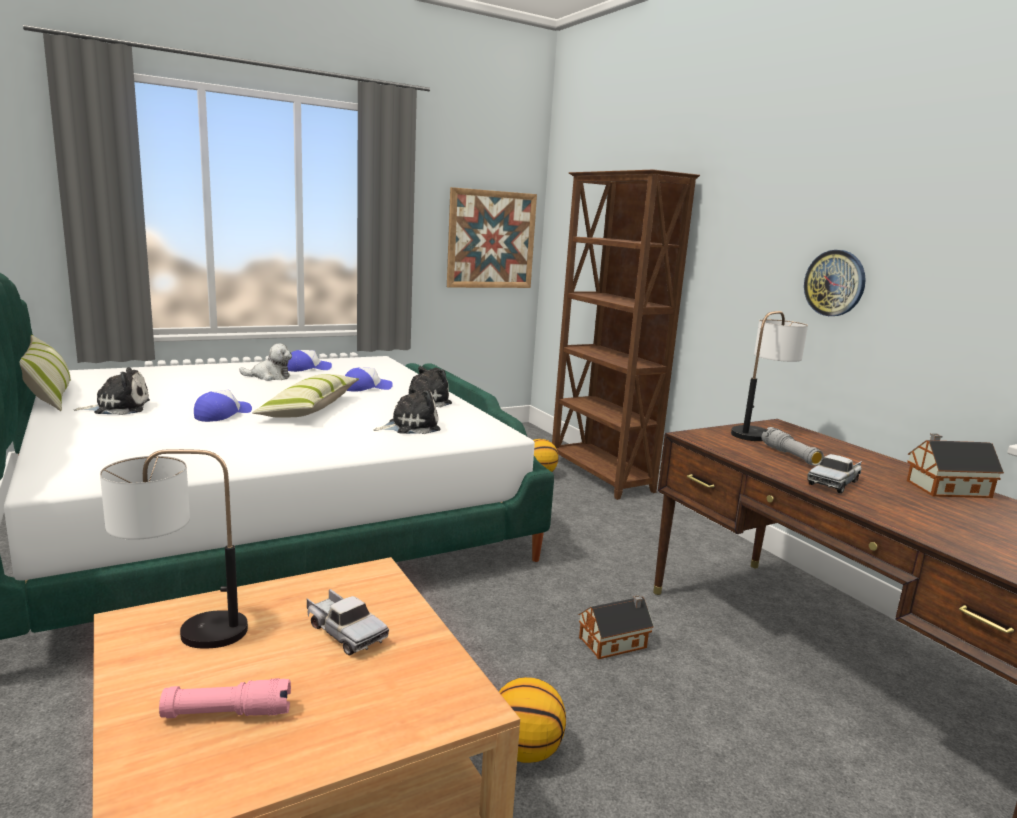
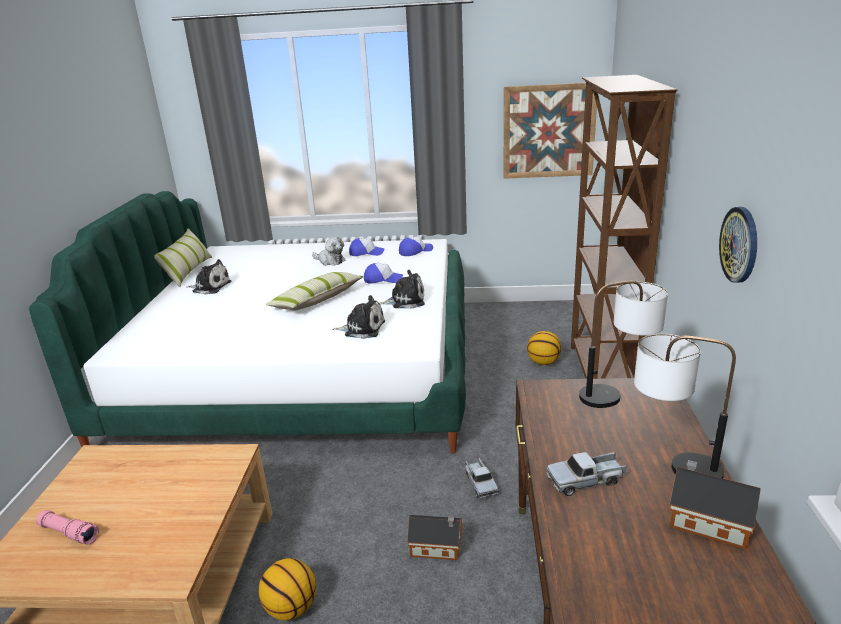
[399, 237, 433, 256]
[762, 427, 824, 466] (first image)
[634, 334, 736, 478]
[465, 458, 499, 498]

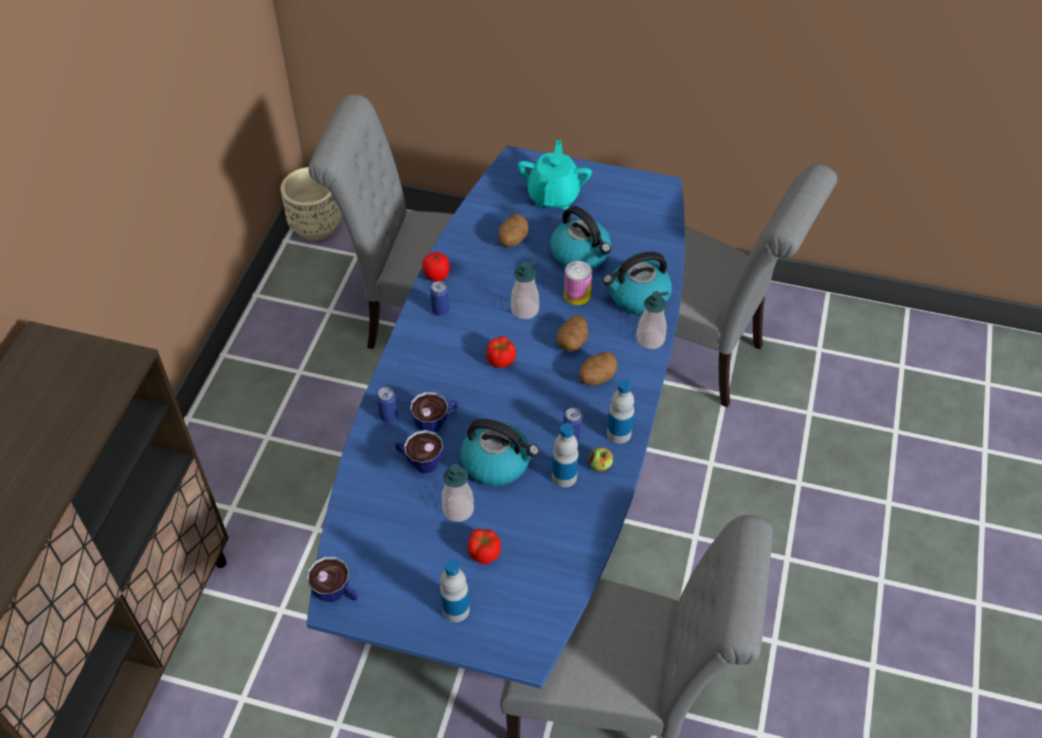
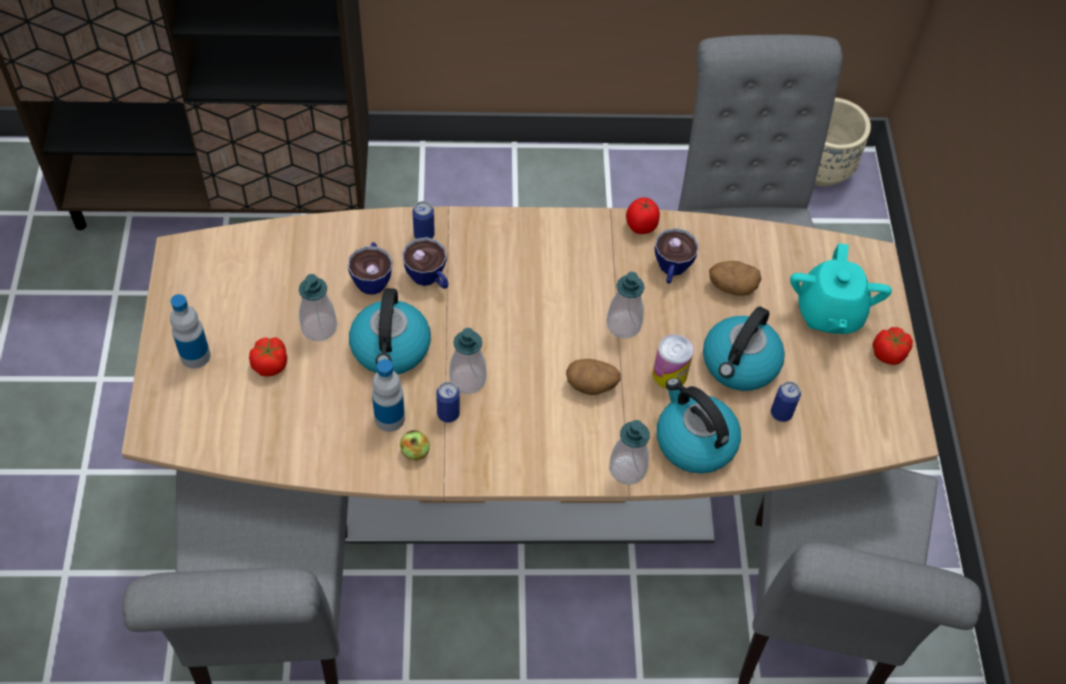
[790, 243, 892, 334]
[122, 206, 939, 544]
[771, 381, 801, 422]
[873, 327, 913, 365]
[579, 352, 617, 386] (first image)
[607, 379, 634, 444] (first image)
[655, 228, 699, 284]
[449, 328, 487, 394]

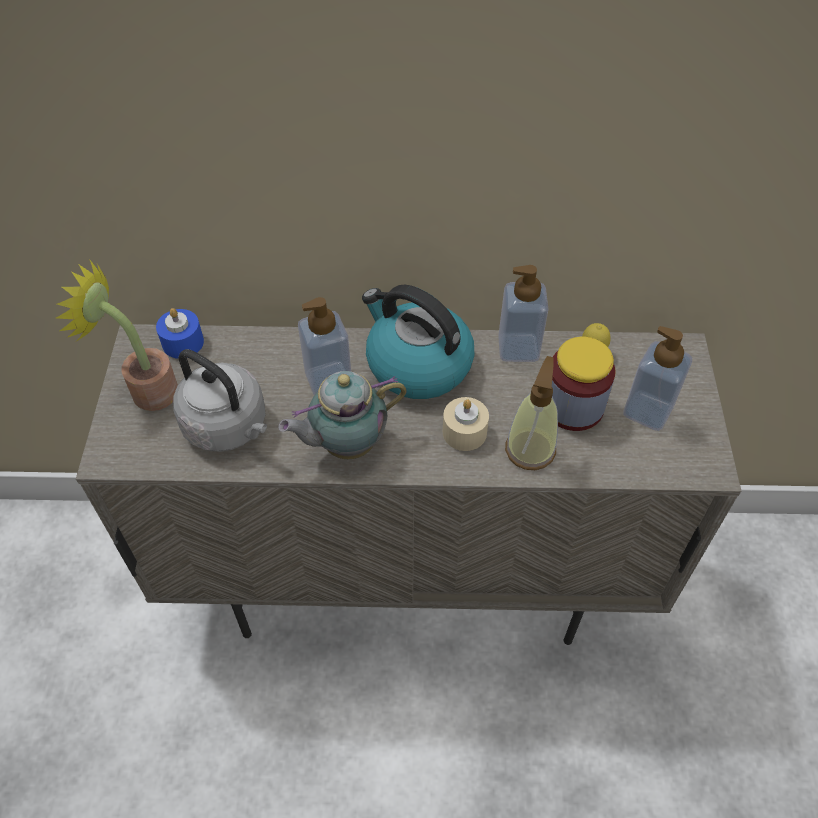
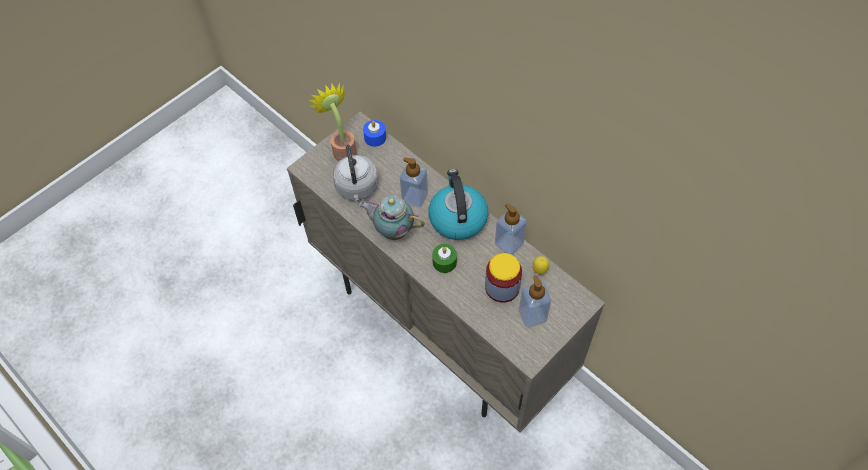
[505, 356, 558, 470] (first image)
[432, 244, 457, 273]

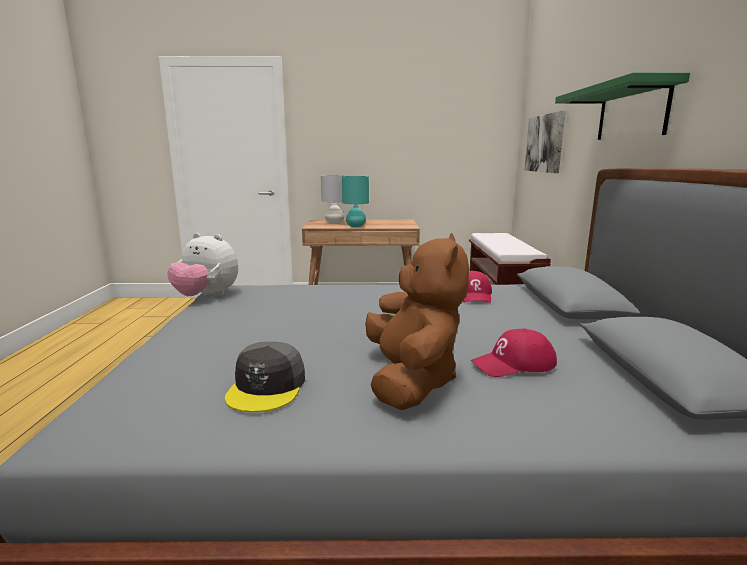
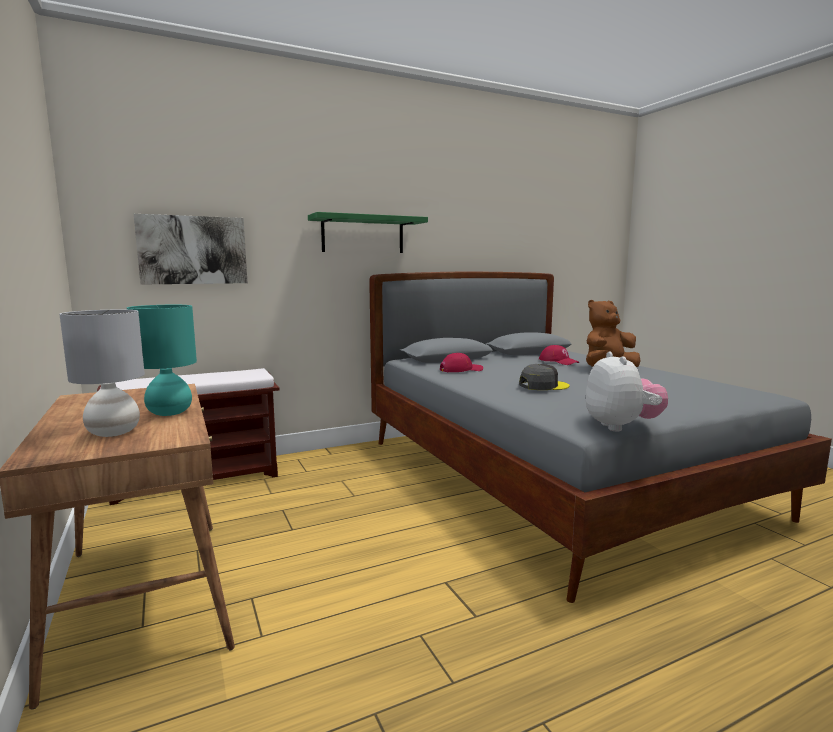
[519, 364, 570, 390]

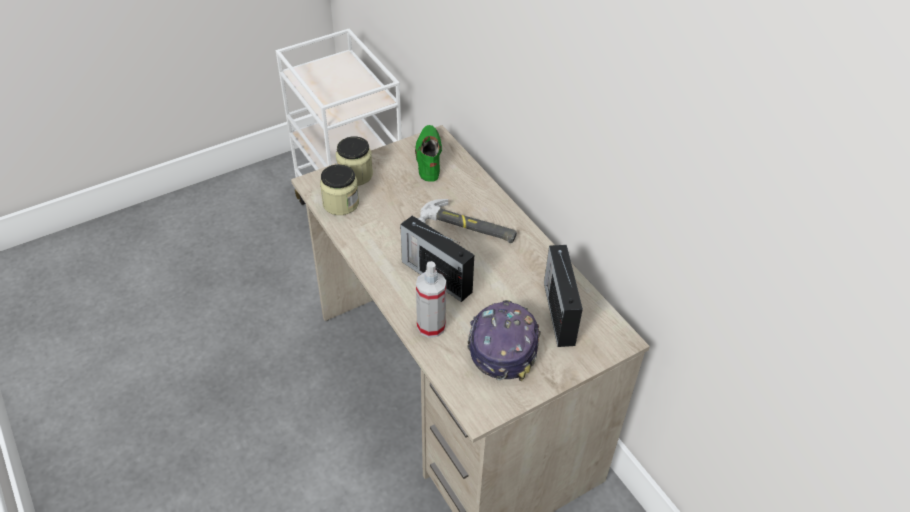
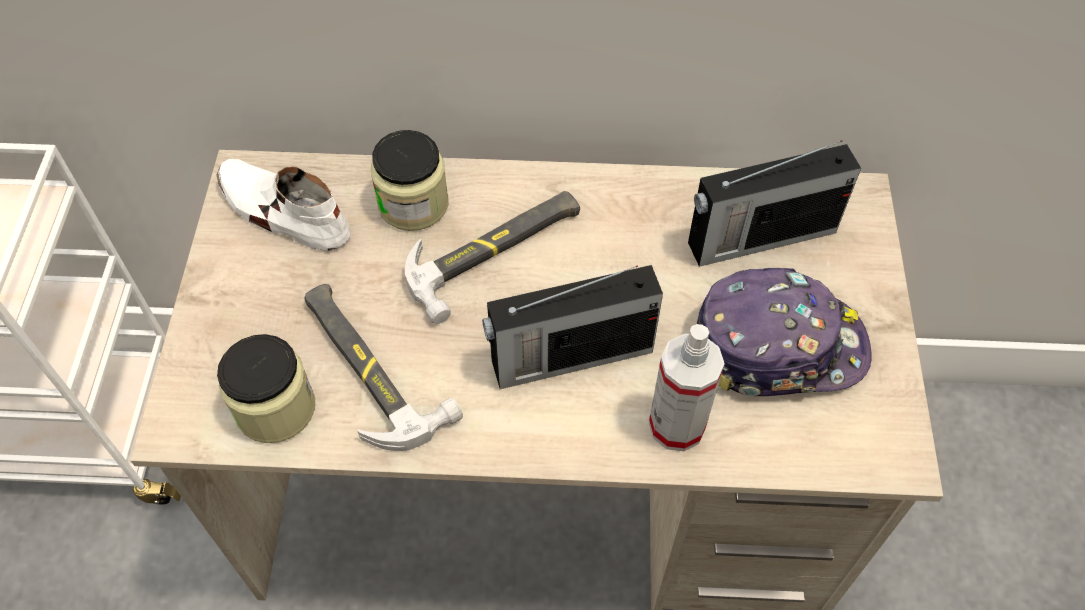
[217, 159, 351, 251]
[371, 130, 449, 231]
[688, 140, 861, 267]
[696, 268, 872, 396]
[304, 284, 463, 451]

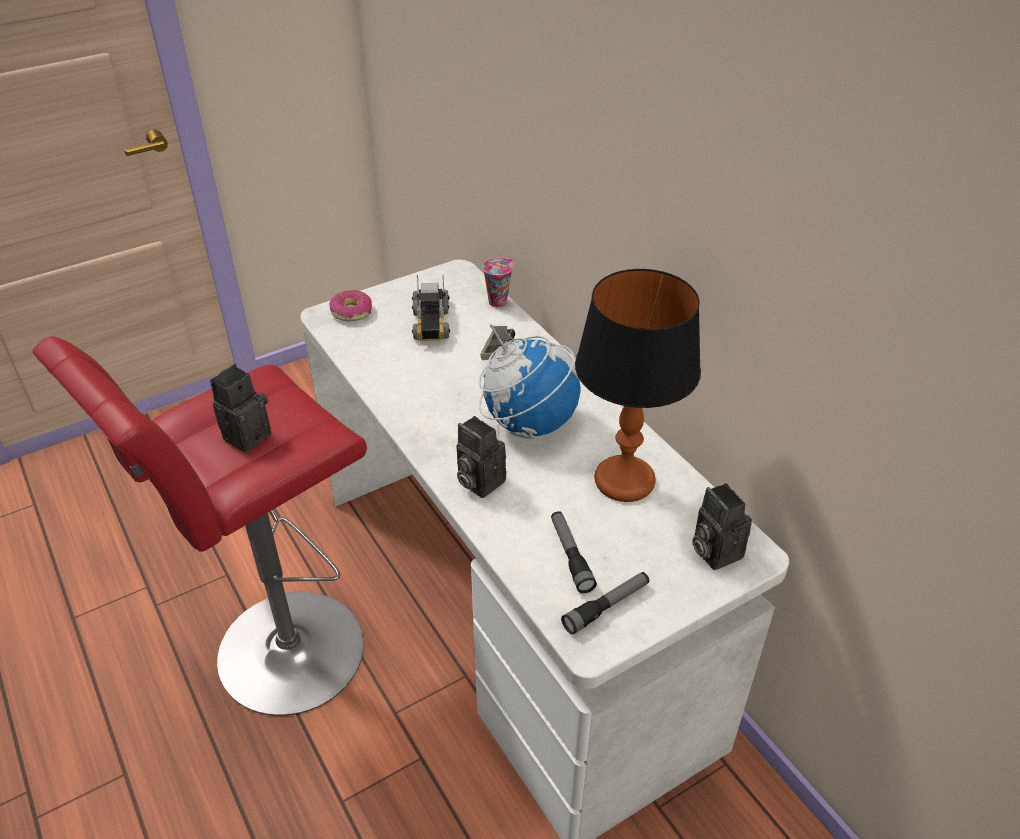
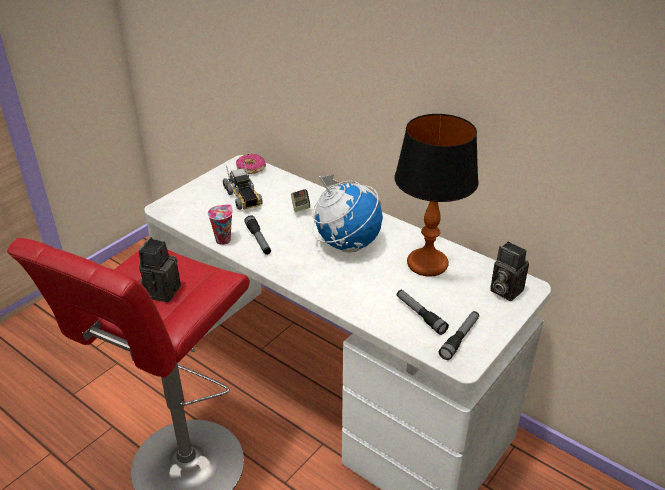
[208, 204, 233, 245]
[236, 154, 266, 174]
[456, 416, 507, 498] (first image)
[244, 215, 271, 255]

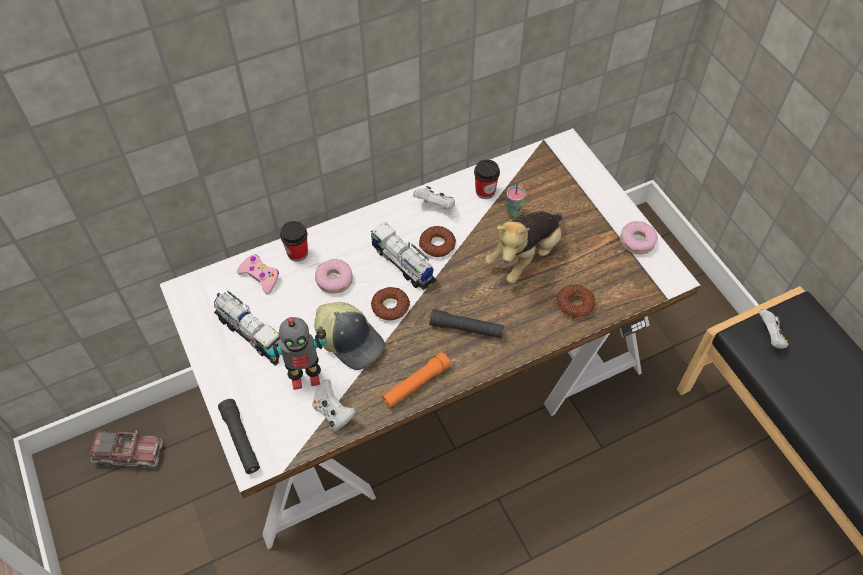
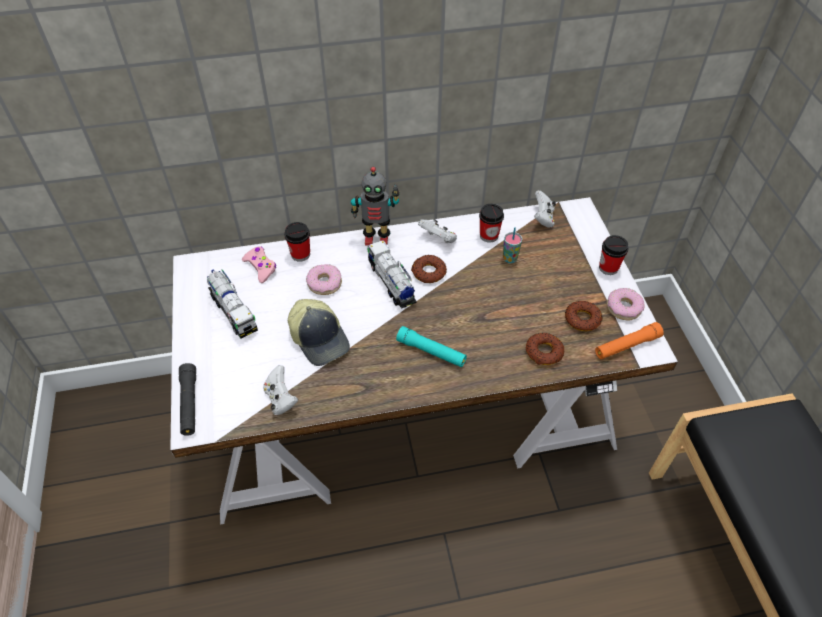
[485, 211, 563, 284] (first image)
[565, 301, 602, 331]
[396, 326, 467, 367]
[534, 190, 556, 228]
[351, 167, 400, 245]
[595, 322, 664, 359]
[90, 431, 163, 469] (first image)
[599, 235, 629, 275]

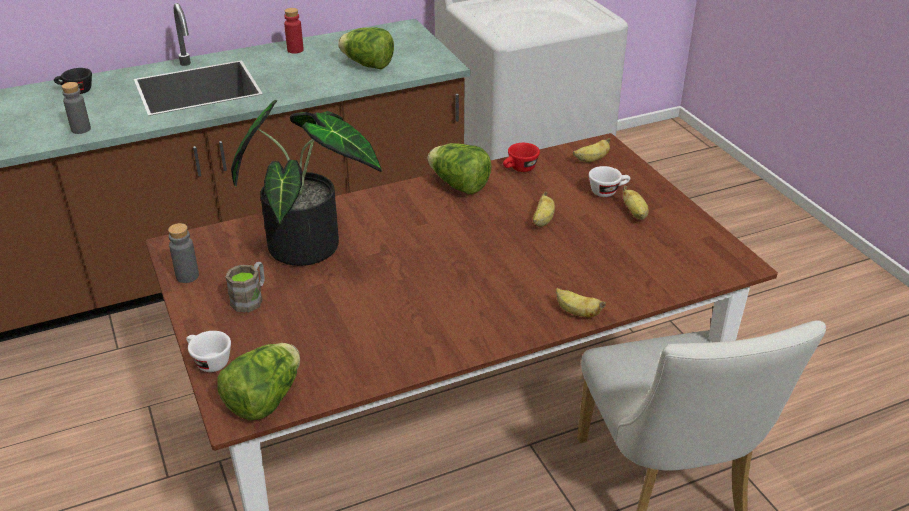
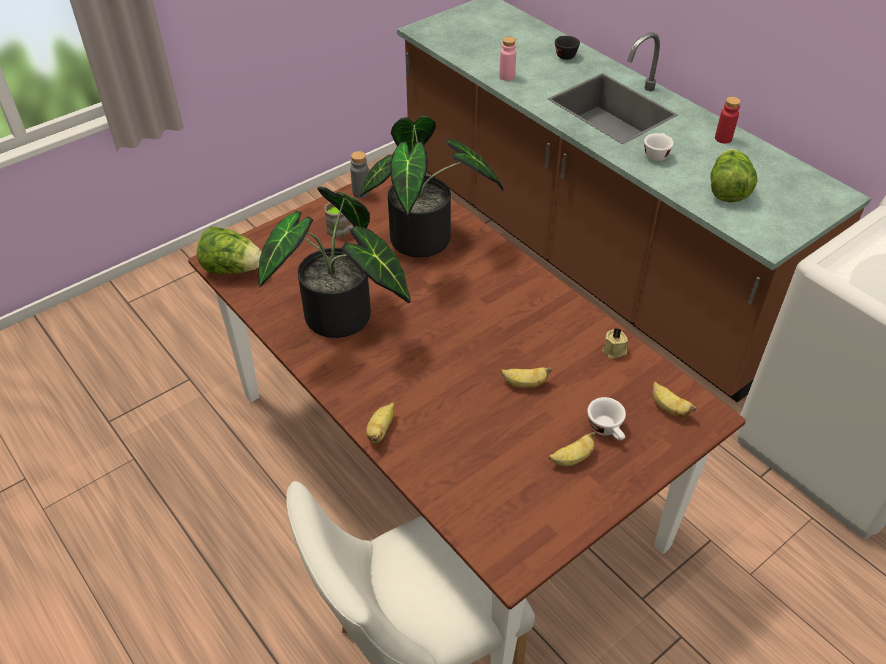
[499, 37, 516, 81]
[428, 143, 492, 194] (first image)
[602, 328, 628, 359]
[644, 133, 674, 161]
[258, 186, 411, 338]

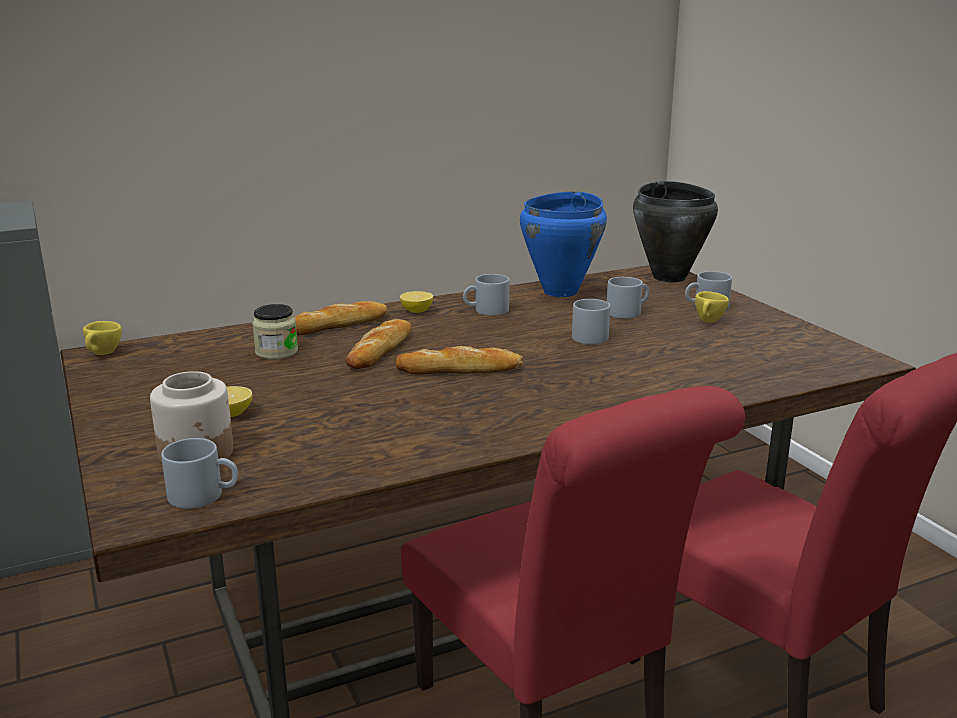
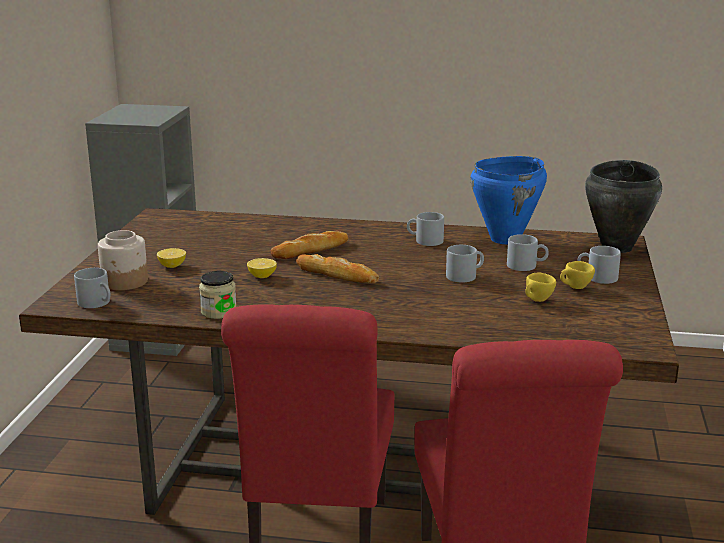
[247, 258, 277, 278]
[295, 301, 388, 335] (first image)
[199, 271, 236, 319]
[525, 273, 556, 302]

